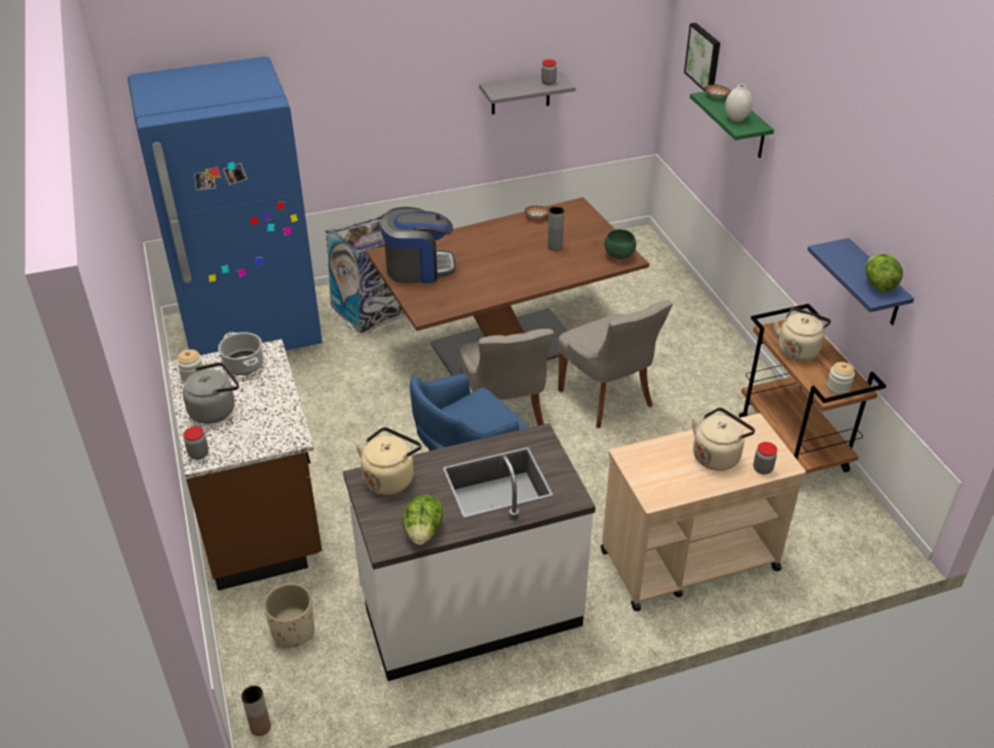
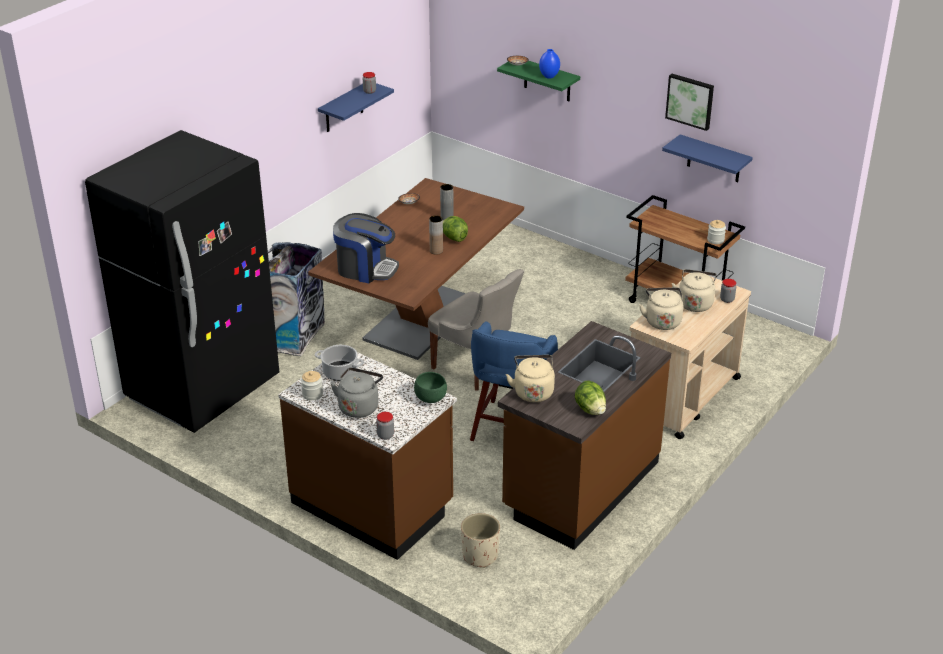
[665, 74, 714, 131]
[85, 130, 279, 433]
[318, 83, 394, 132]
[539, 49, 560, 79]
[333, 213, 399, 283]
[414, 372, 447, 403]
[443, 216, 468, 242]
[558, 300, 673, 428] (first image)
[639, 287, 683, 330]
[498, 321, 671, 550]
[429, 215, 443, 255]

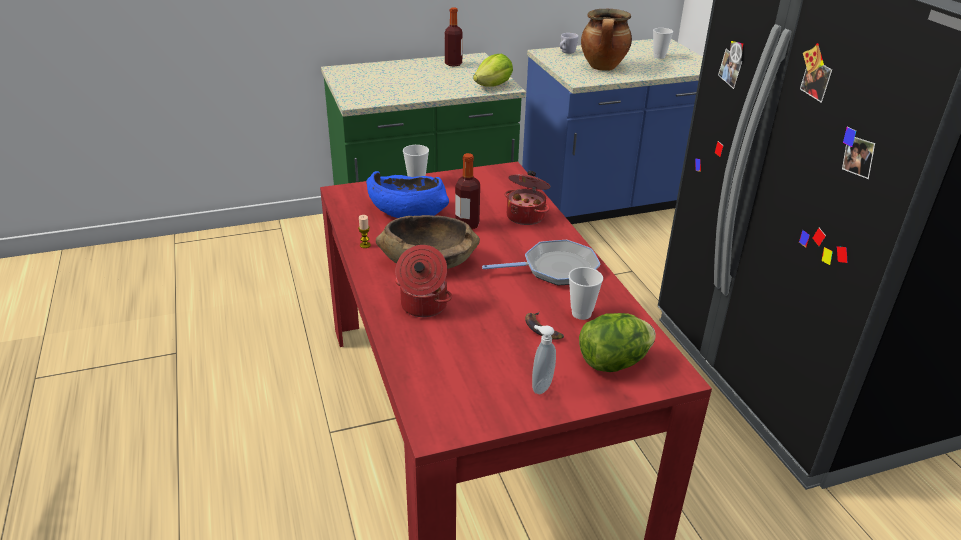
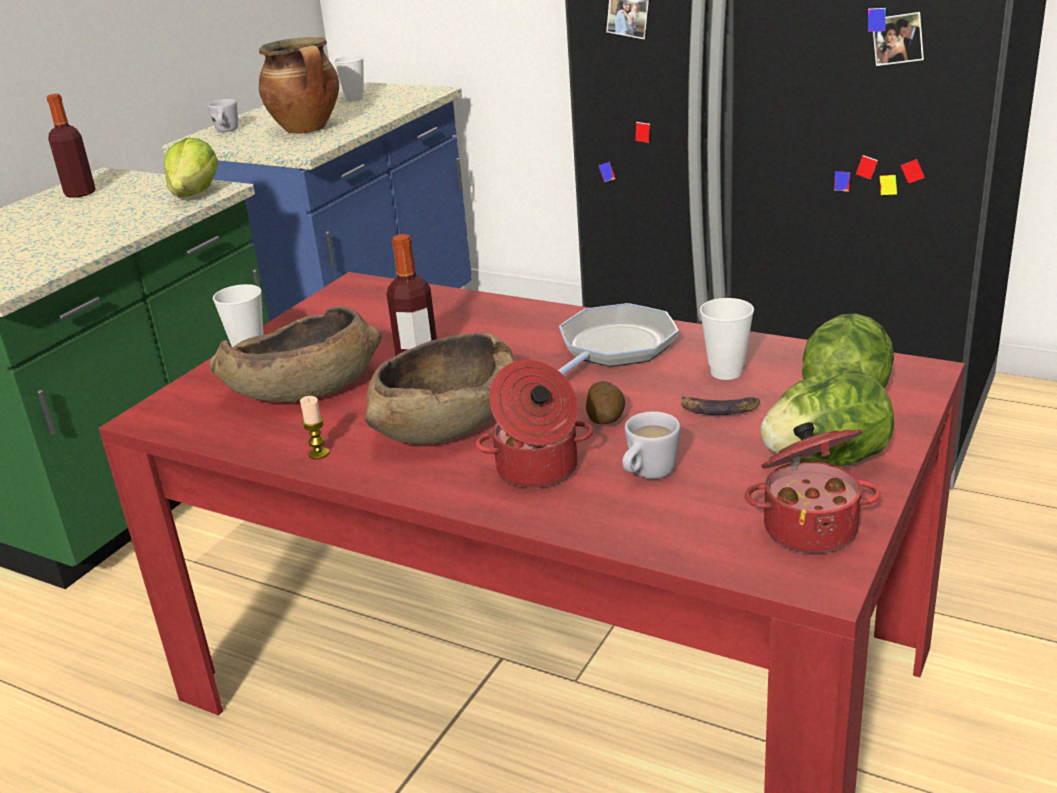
[209, 306, 381, 402]
[745, 422, 881, 553]
[760, 370, 894, 466]
[586, 381, 625, 424]
[622, 411, 680, 479]

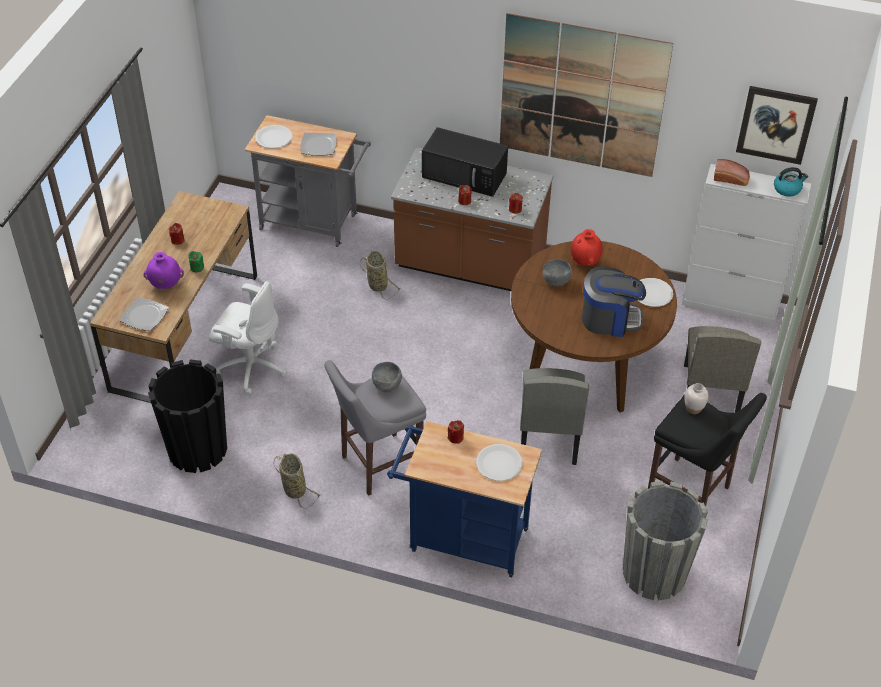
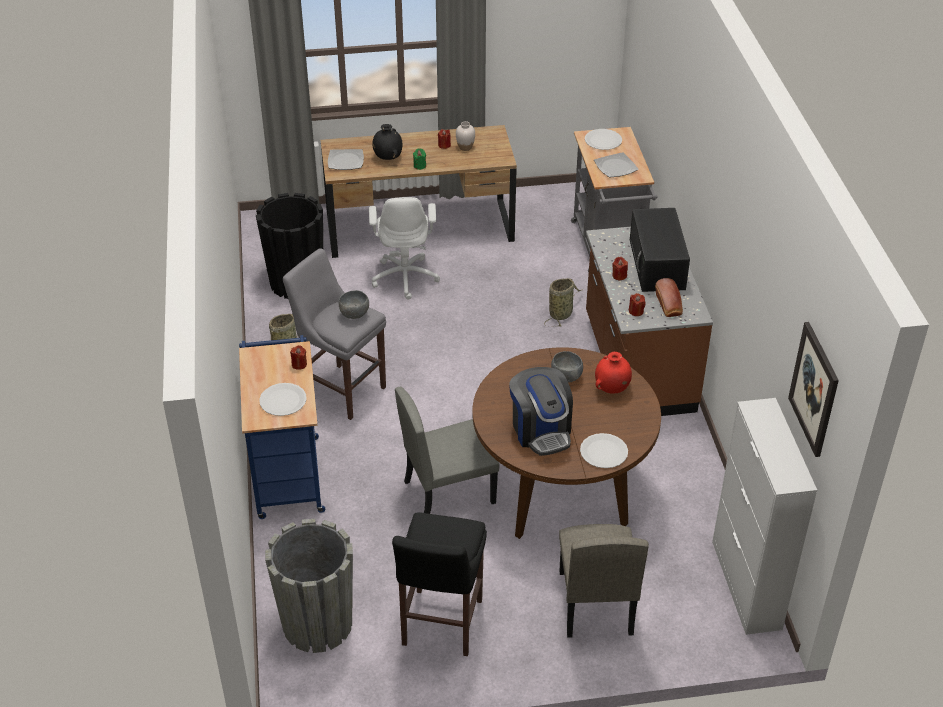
[500, 13, 673, 177] (first image)
[655, 278, 683, 317]
[774, 167, 808, 197] (first image)
[372, 124, 403, 160]
[559, 524, 649, 638]
[456, 121, 475, 151]

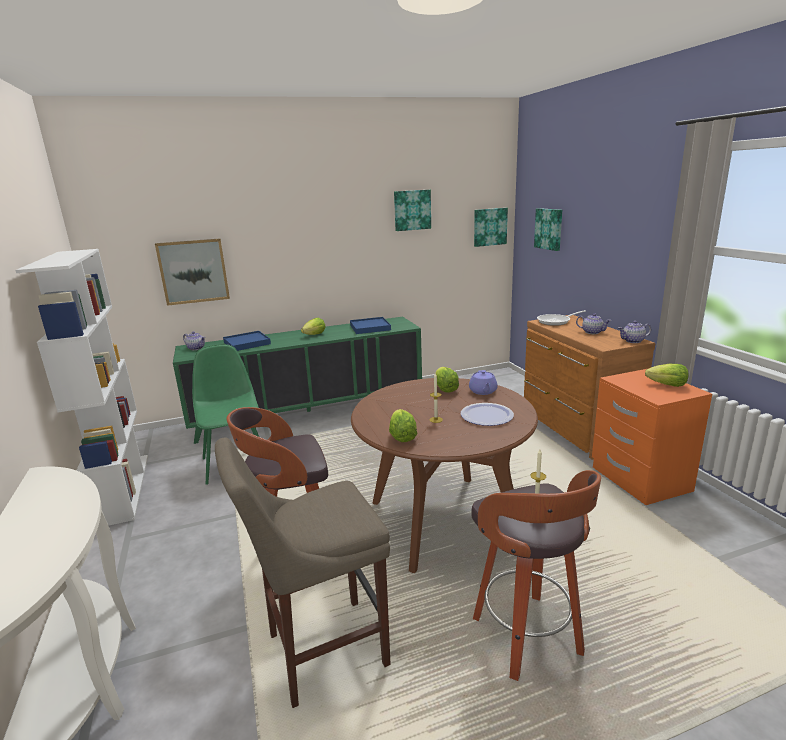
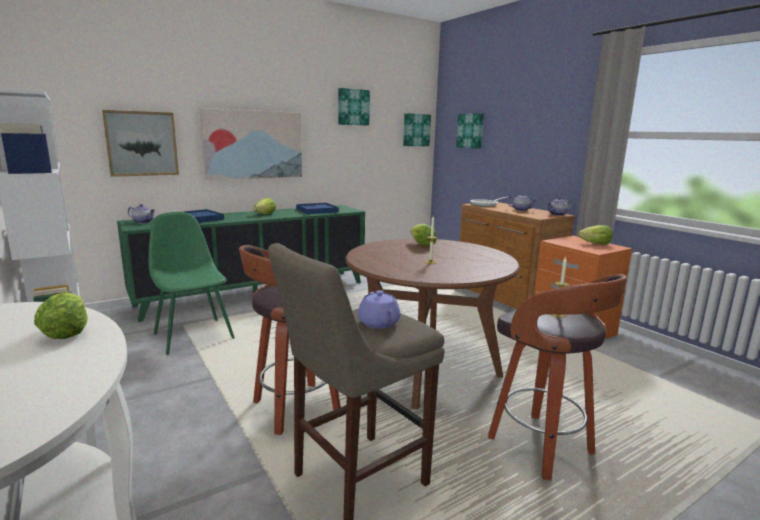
[358, 290, 401, 328]
[461, 403, 514, 426] (first image)
[34, 292, 88, 339]
[200, 108, 302, 180]

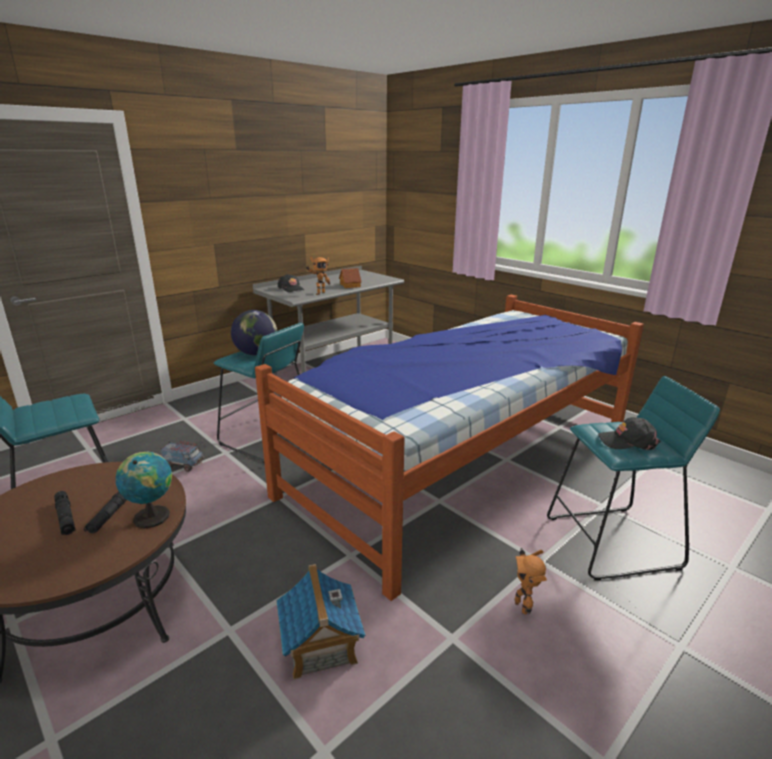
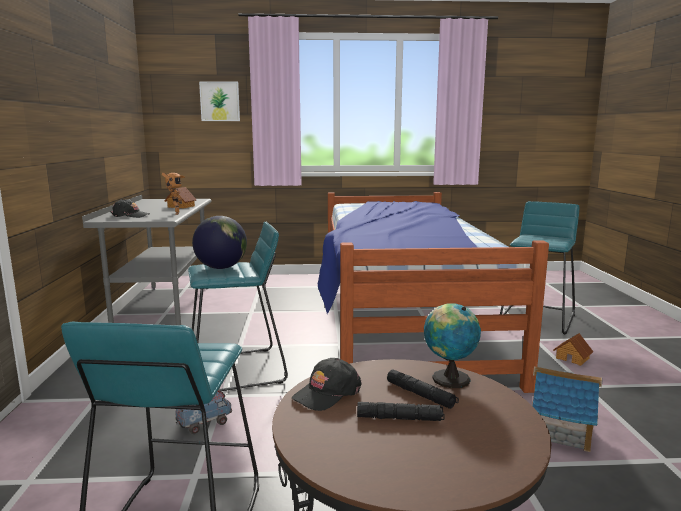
[292, 358, 362, 411]
[553, 333, 593, 366]
[199, 81, 240, 121]

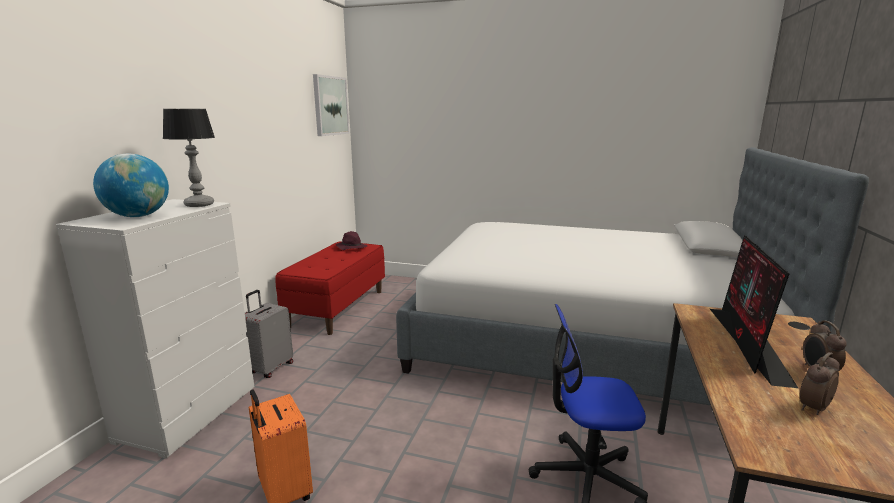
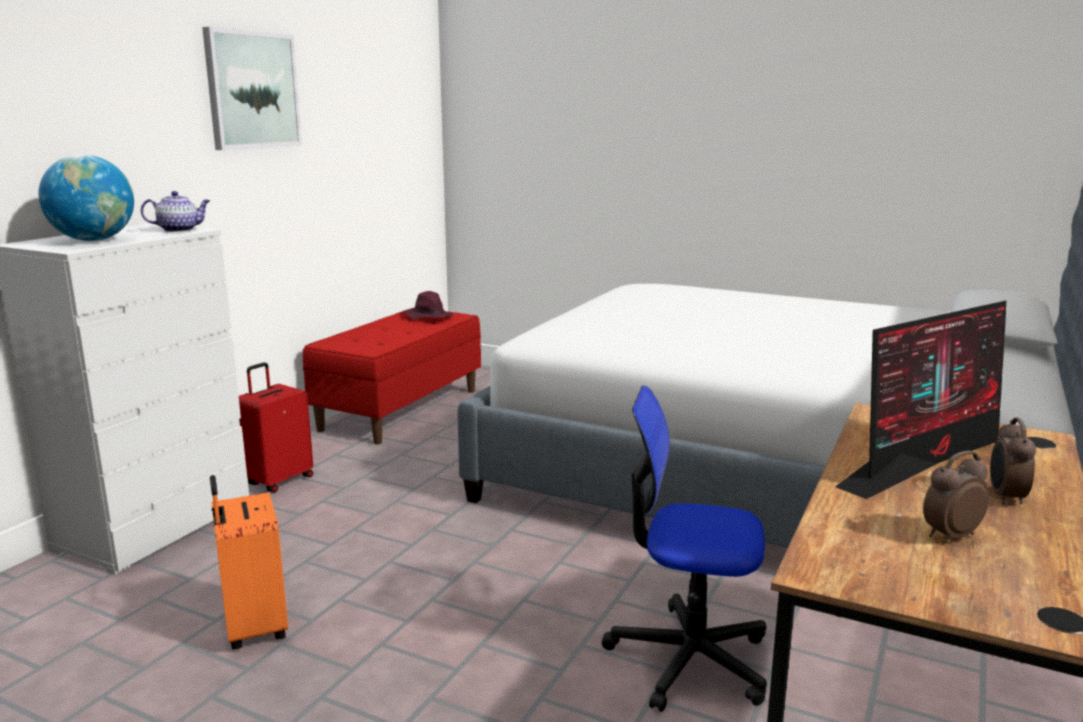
[202, 27, 302, 150]
[141, 191, 210, 232]
[835, 301, 1007, 499]
[239, 362, 313, 493]

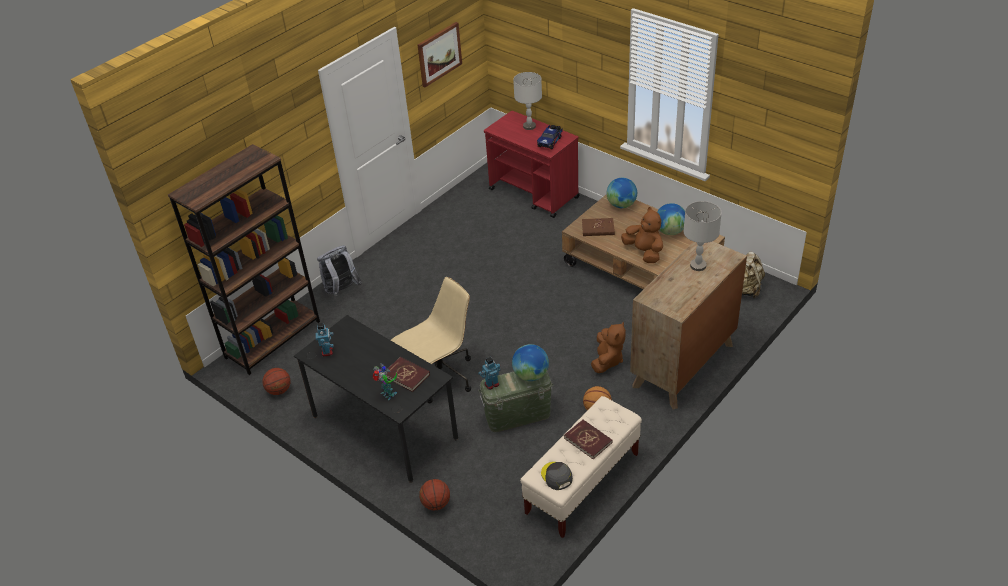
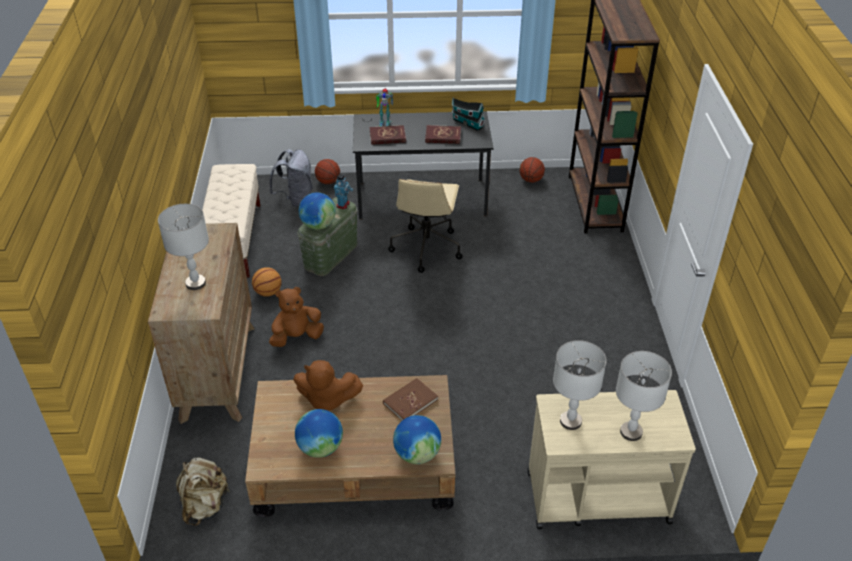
[418, 22, 462, 87] (first image)
[528, 390, 696, 529]
[553, 340, 607, 430]
[269, 149, 313, 207]
[269, 287, 324, 347]
[452, 98, 486, 131]
[425, 125, 461, 144]
[541, 462, 573, 490] (first image)

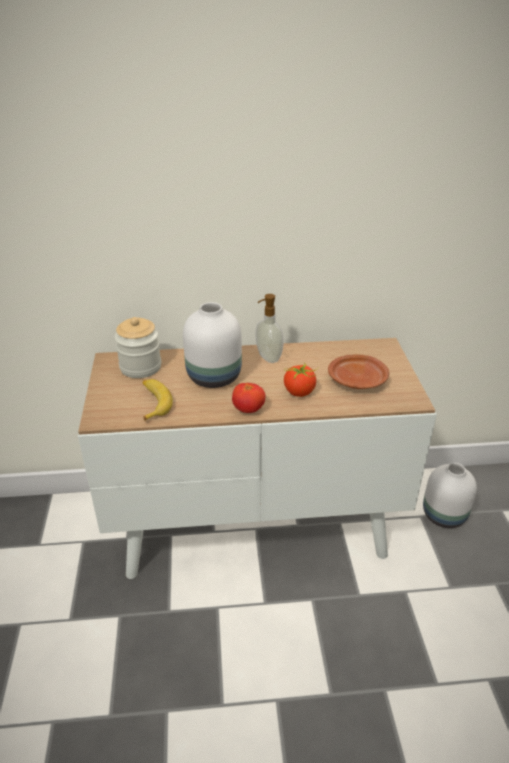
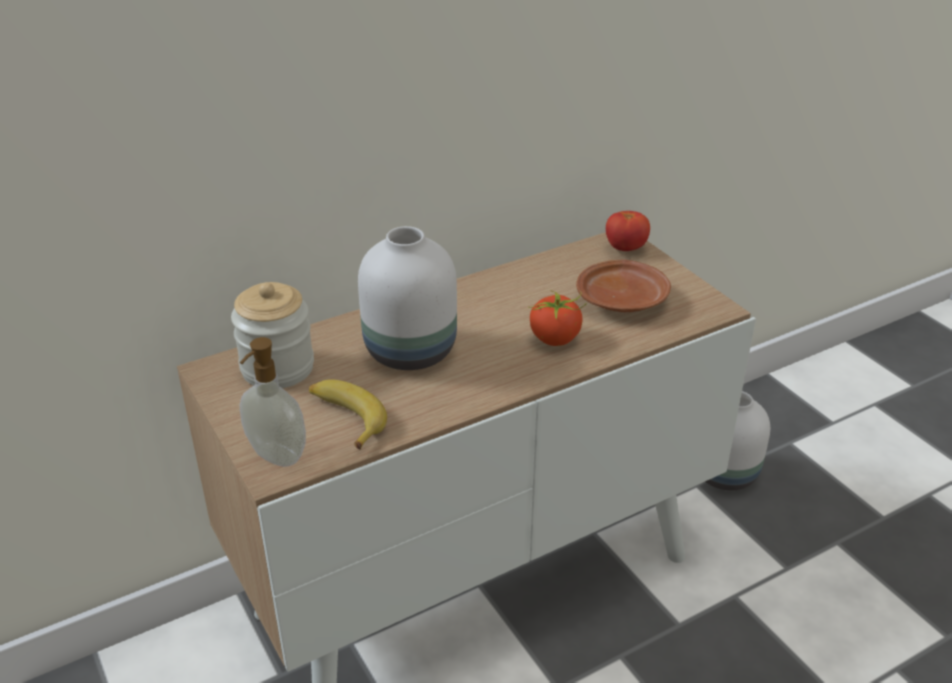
[240, 337, 306, 467]
[606, 211, 650, 251]

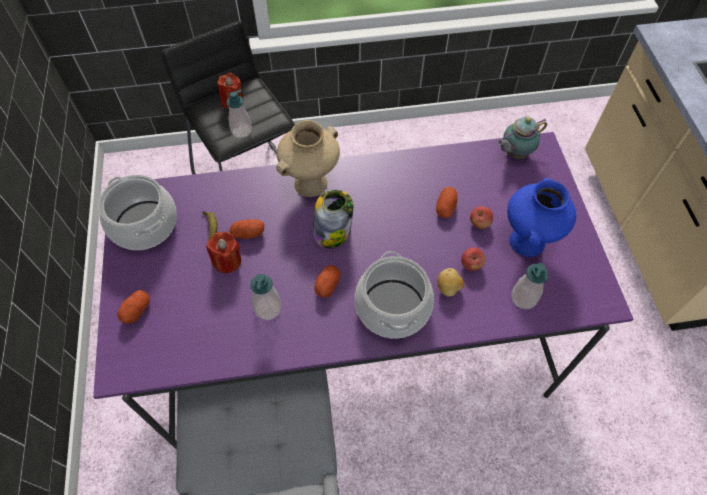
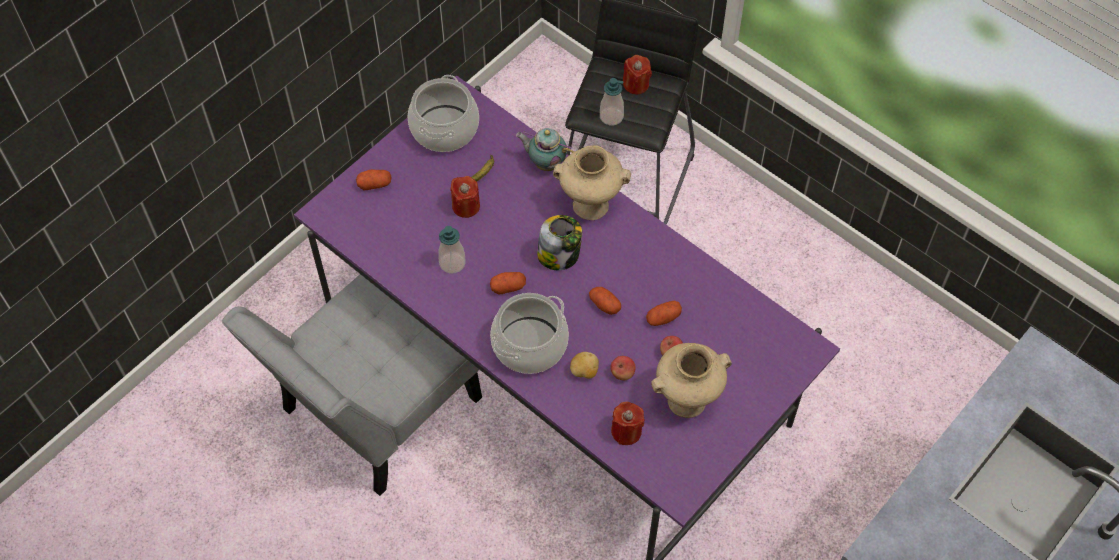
[516, 128, 574, 171]
[651, 343, 732, 418]
[589, 287, 621, 315]
[611, 402, 645, 445]

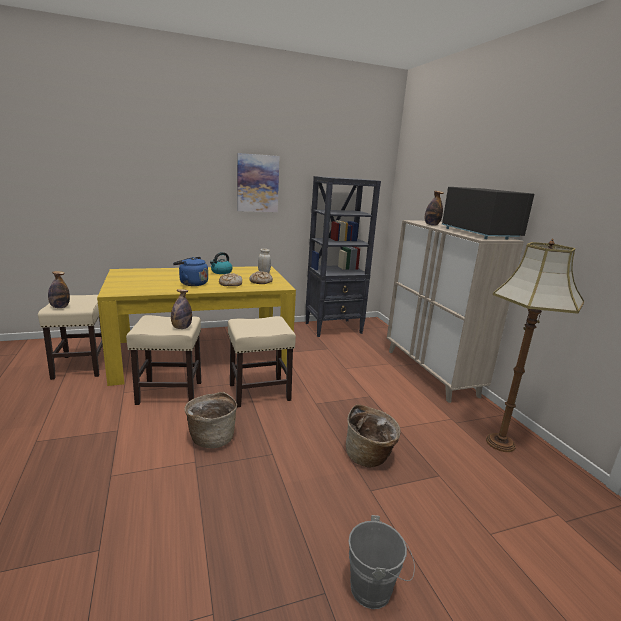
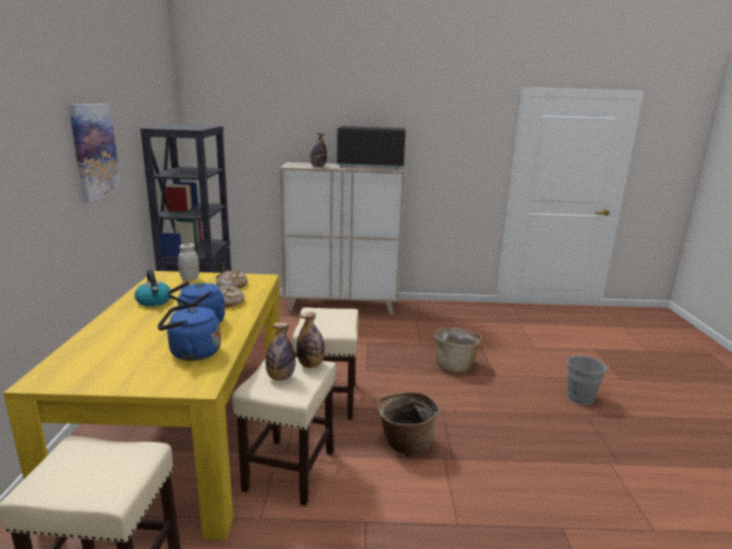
[486, 238, 584, 452] (first image)
[265, 322, 296, 381]
[158, 303, 221, 361]

